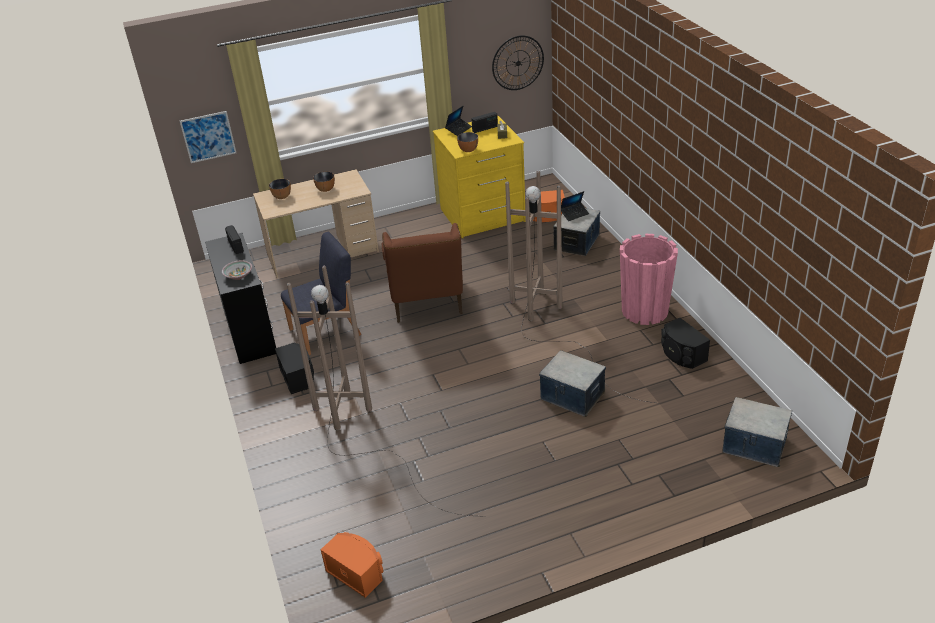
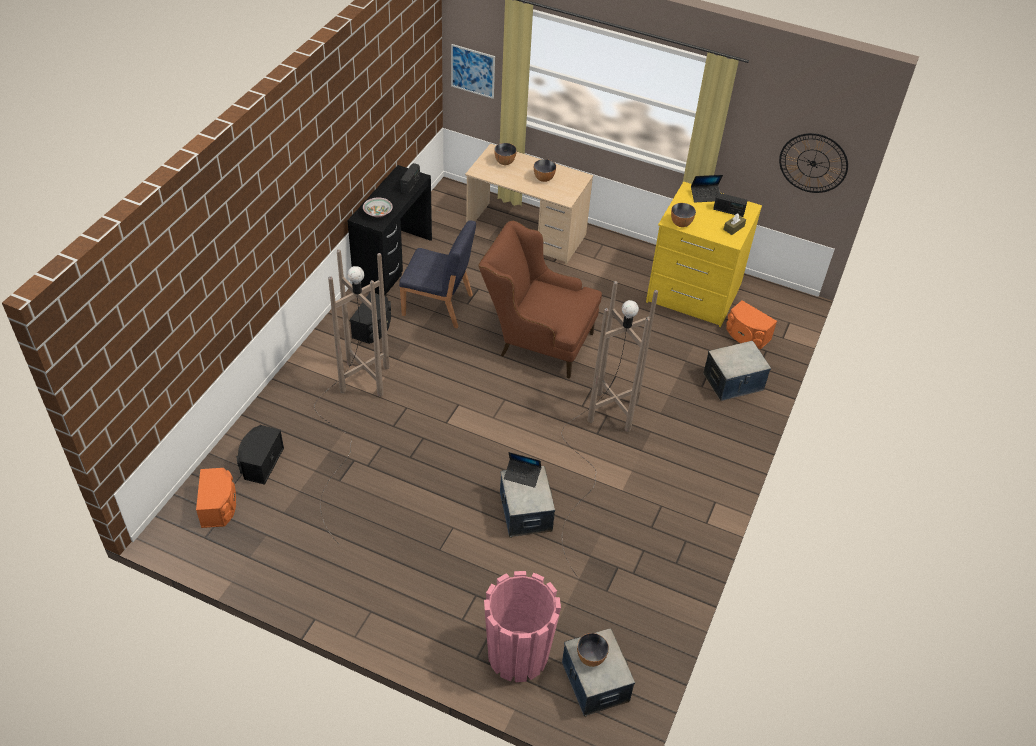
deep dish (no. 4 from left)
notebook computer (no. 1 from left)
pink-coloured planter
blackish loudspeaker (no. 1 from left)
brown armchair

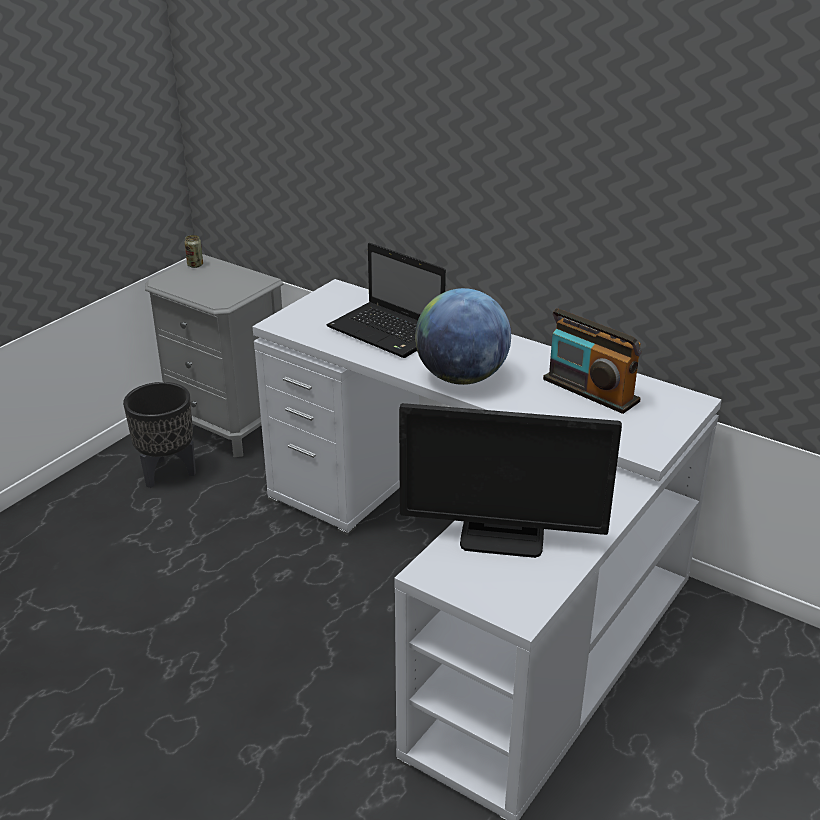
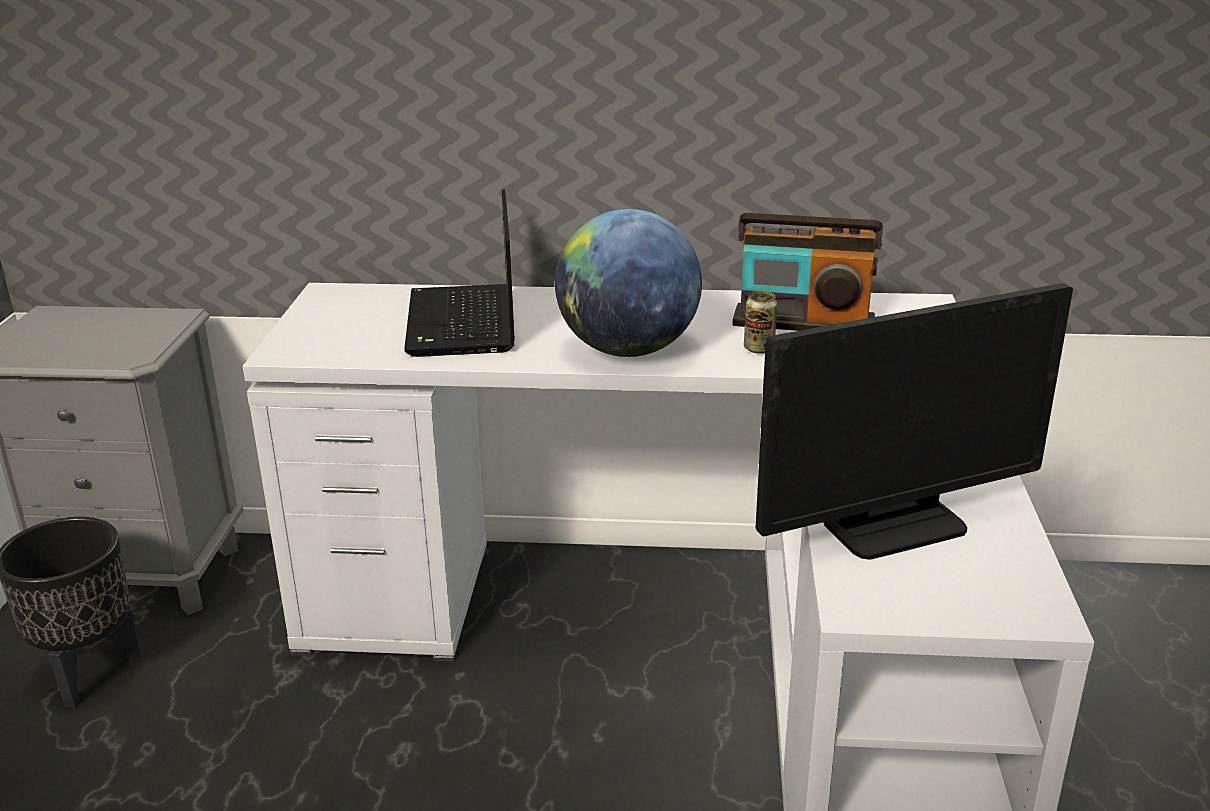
sealed can
notebook computer

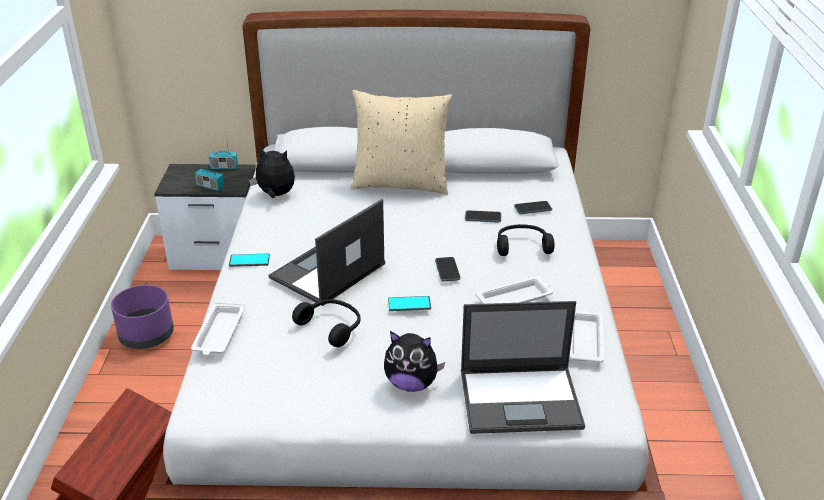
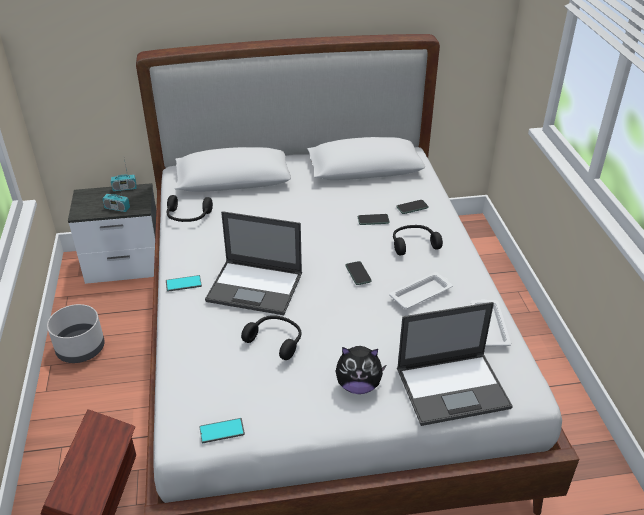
whitish carrying tray (no. 1 from left in the first image)
sand-coloured pillow
telephone (no. 2 from left)
blackish headset (no. 1 from left)
gray planter
notebook computer (no. 1 from left)

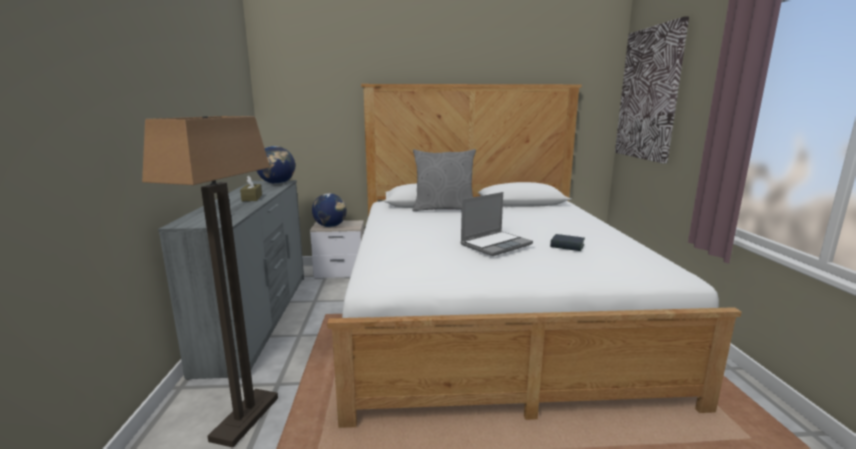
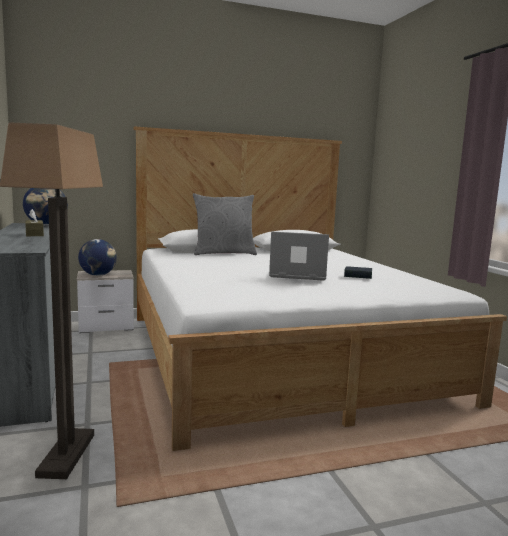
wall art
notebook computer

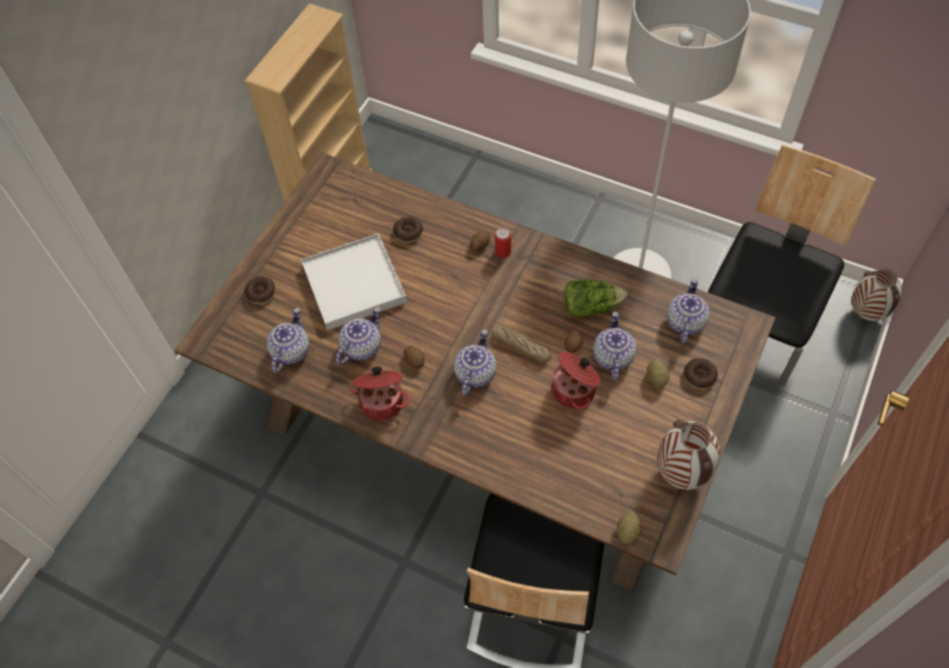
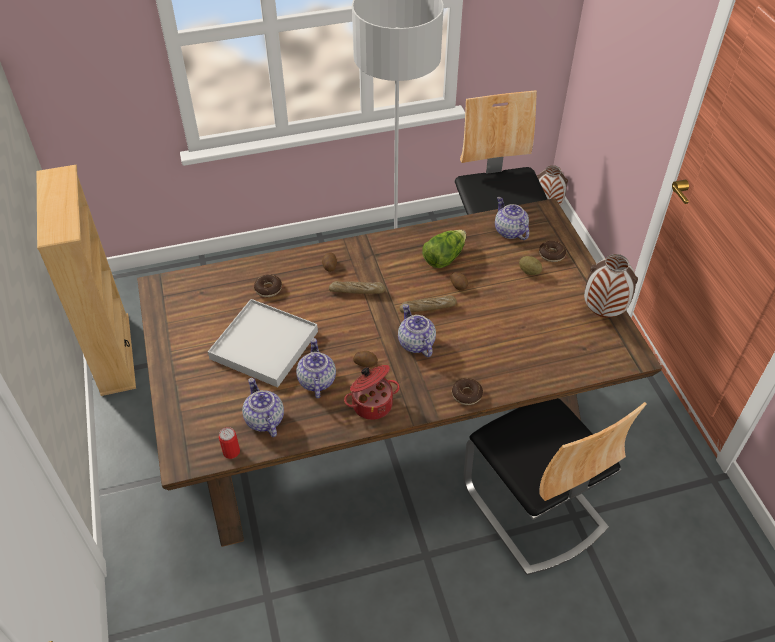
stockpot (no. 2 from left in the first image)
pot for tea (no. 4 from left in the first image)
whole potato (no. 4 from left in the first image)
baked bread (no. 1 from left)
donut (no. 2 from left)
sealed can

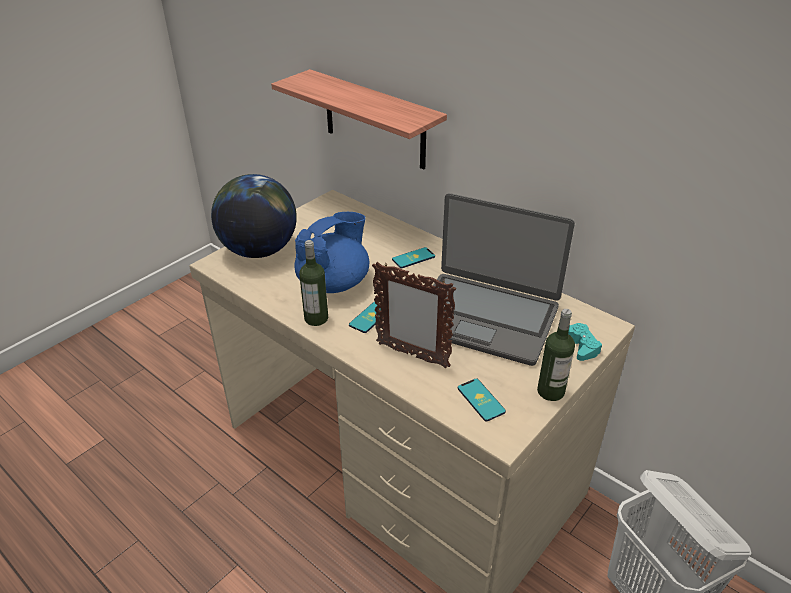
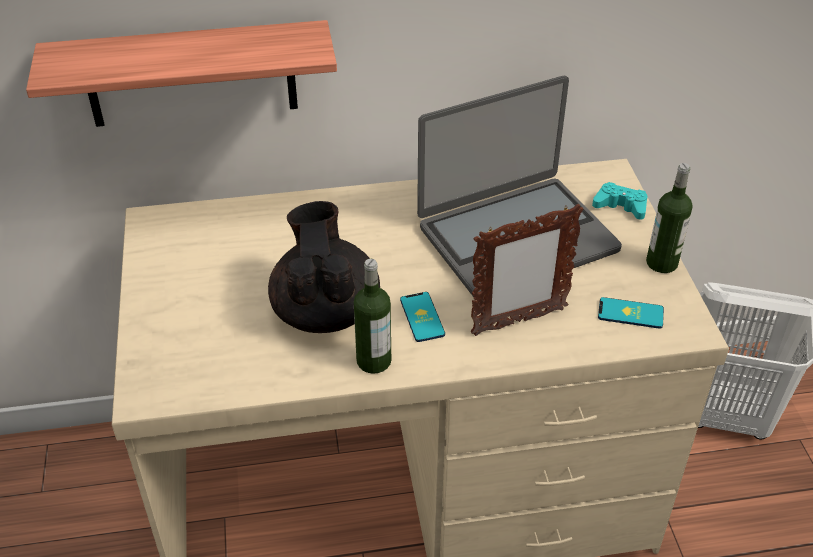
globe
telephone (no. 2 from left in the first image)
blackish pot for tea

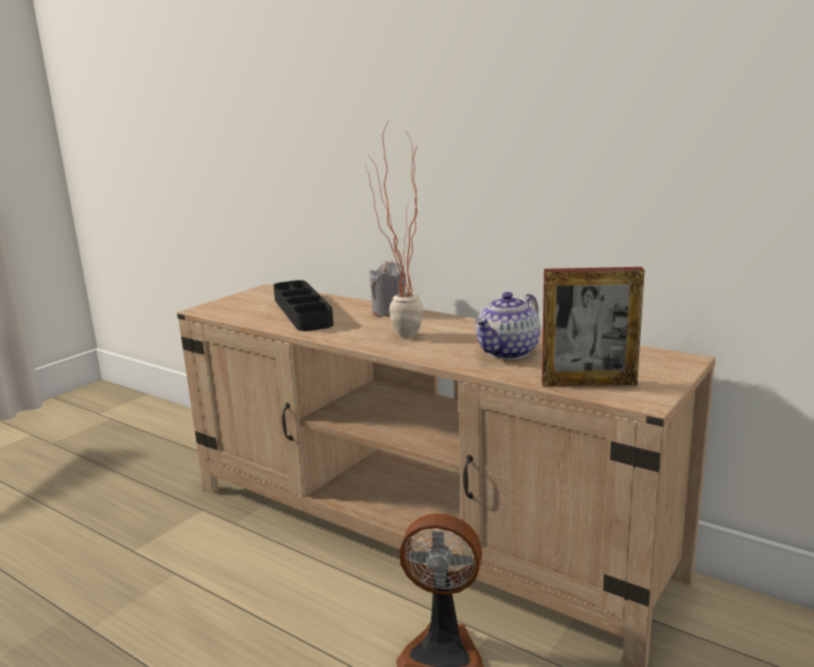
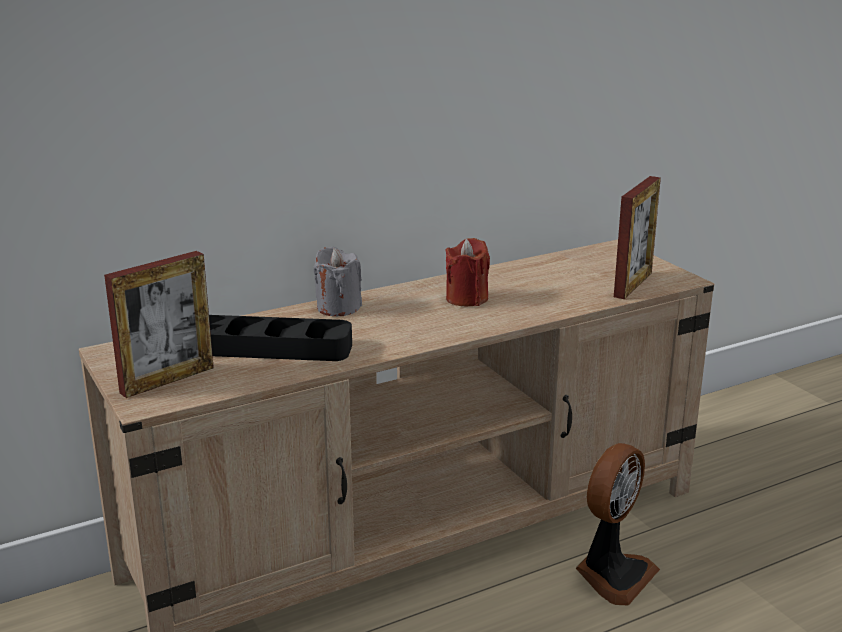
potted plant
pot for tea
photo frame (no. 1 from left)
reddish wax light

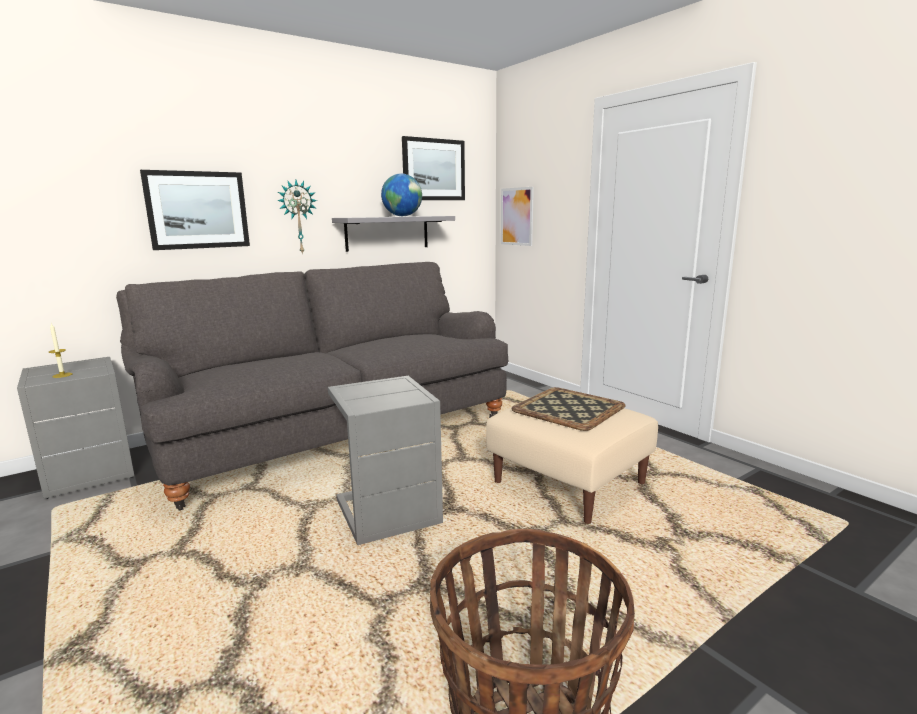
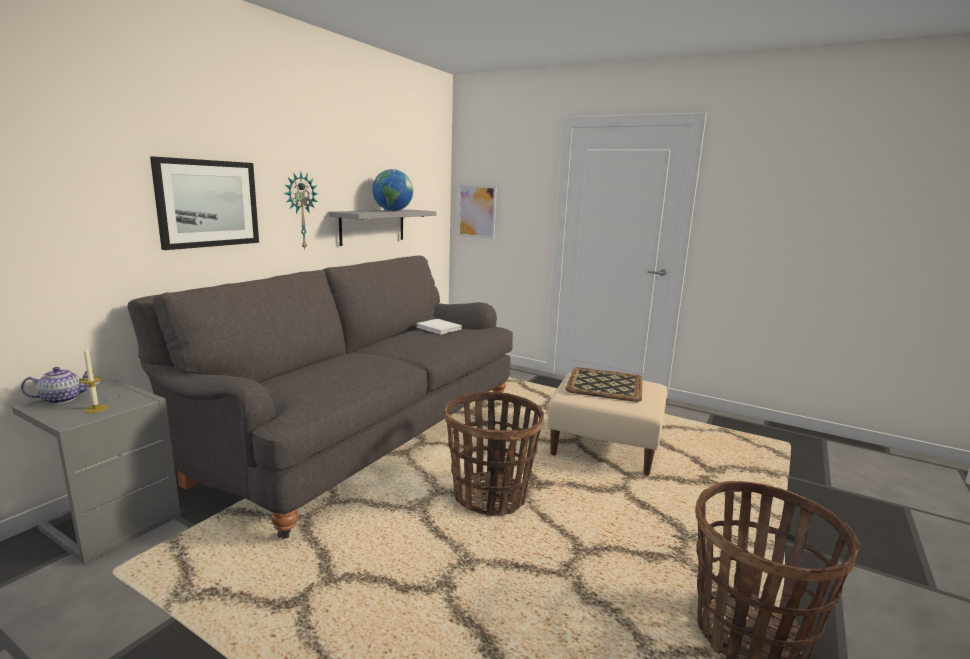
wall art (no. 2 from left in the first image)
pot for tea
whitish bound book
storage basket (no. 1 from left)

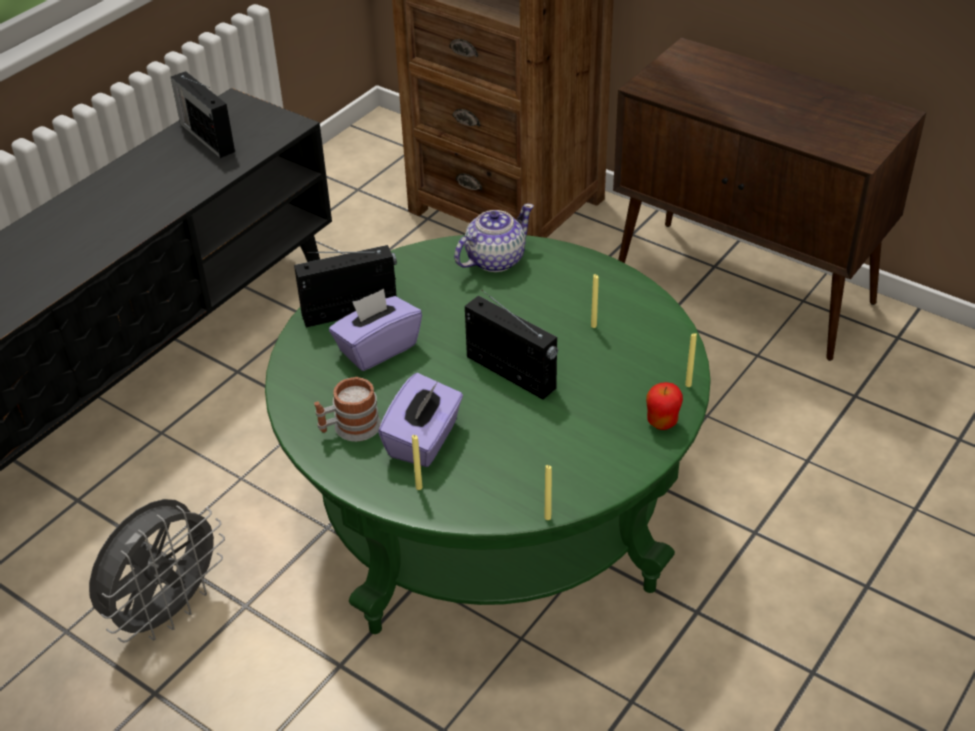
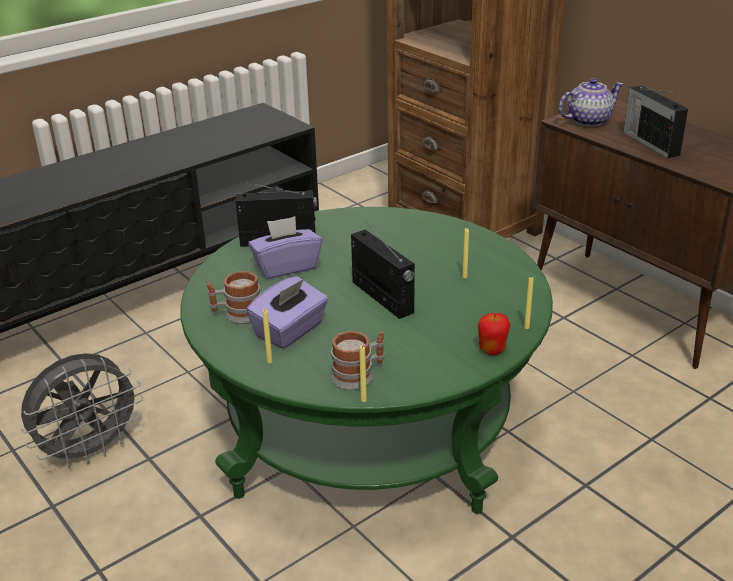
tea mug (no. 2 from left)
radio set (no. 3 from left)
pot for tea

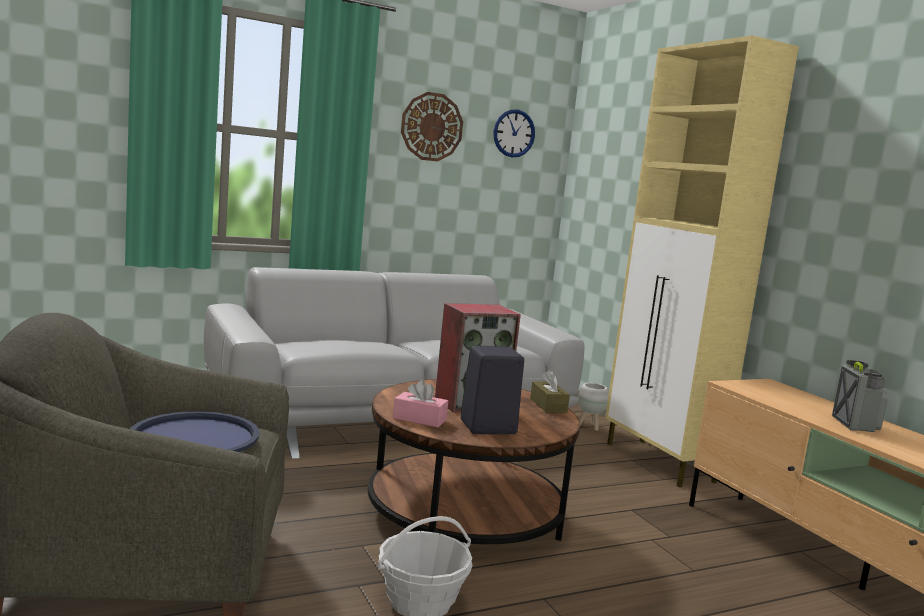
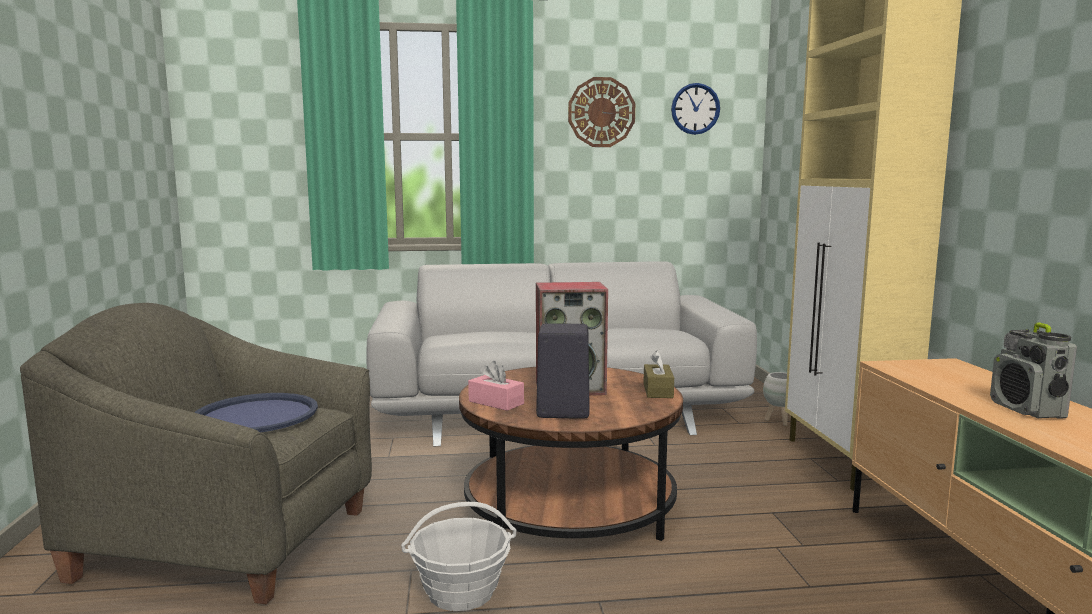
radio set

